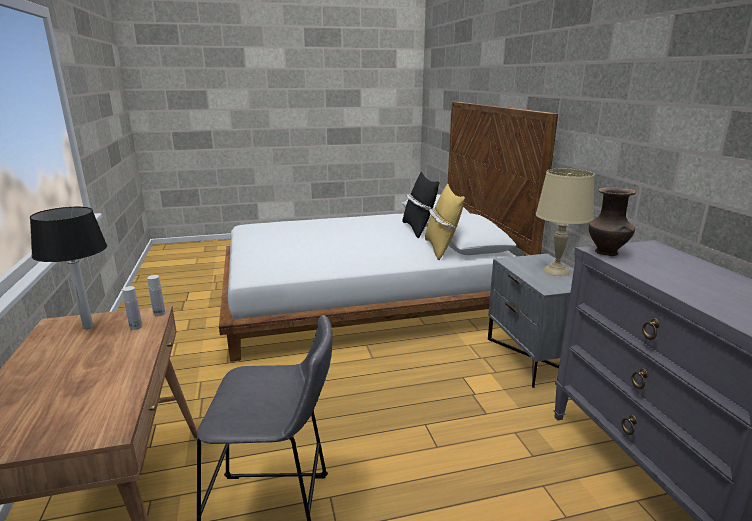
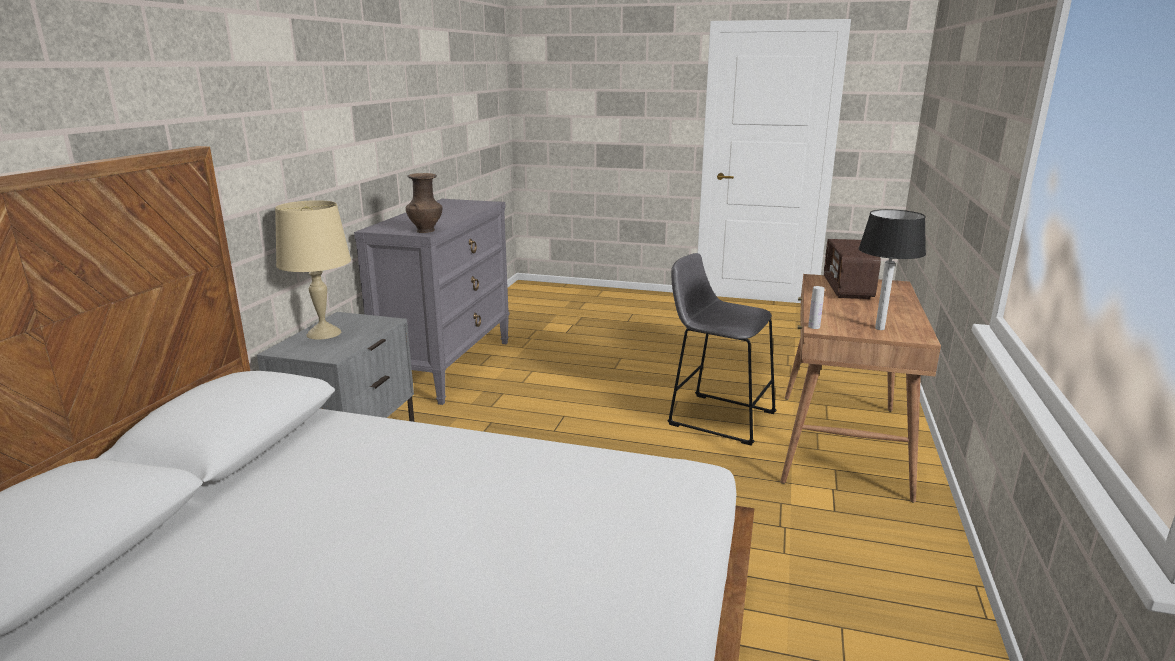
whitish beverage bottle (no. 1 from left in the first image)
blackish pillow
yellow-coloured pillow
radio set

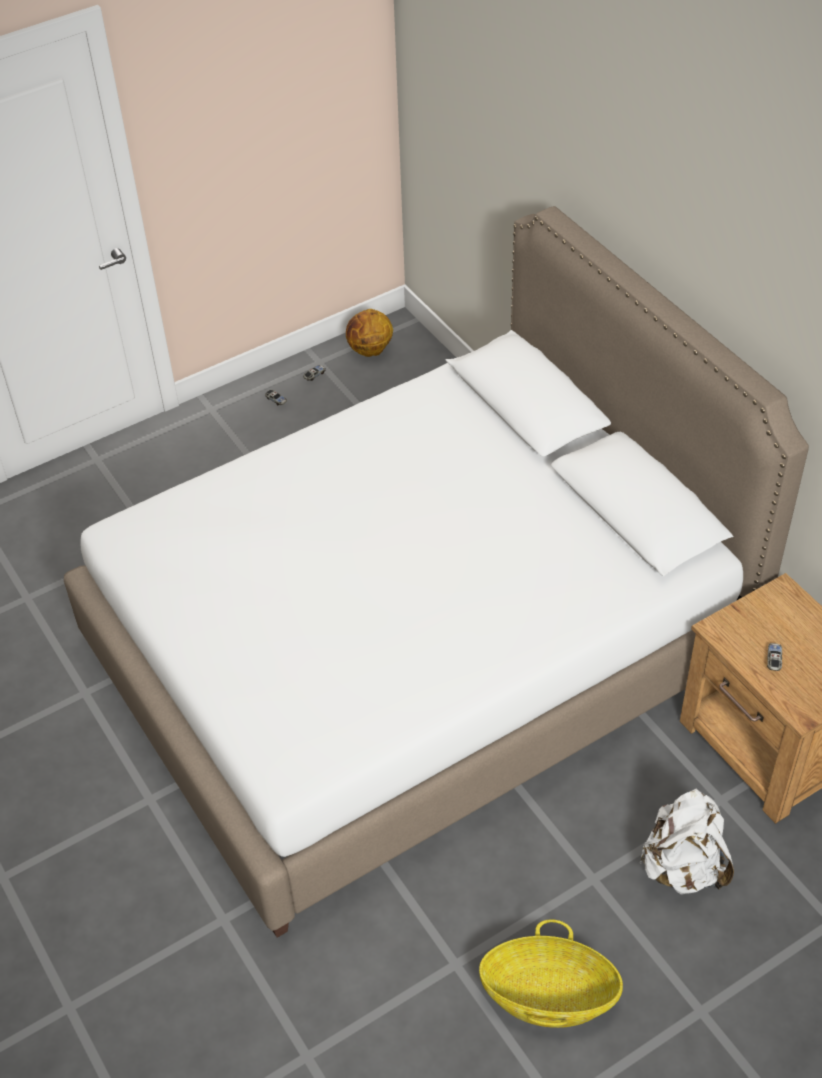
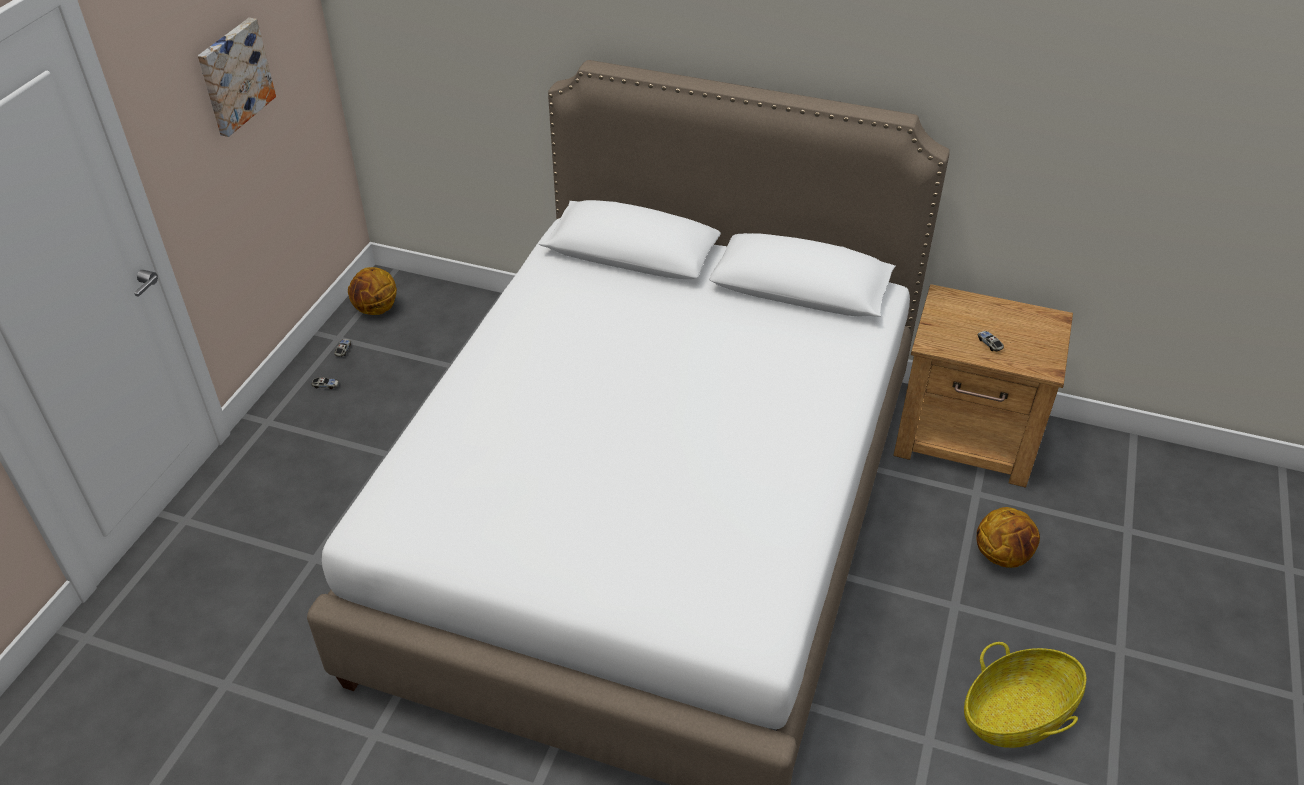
wall art
basketball ball (no. 2 from left)

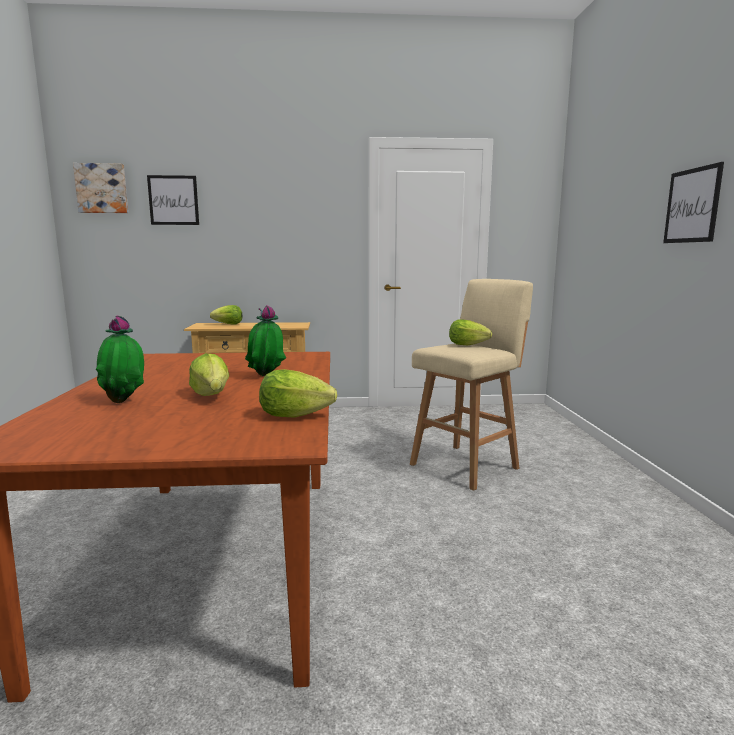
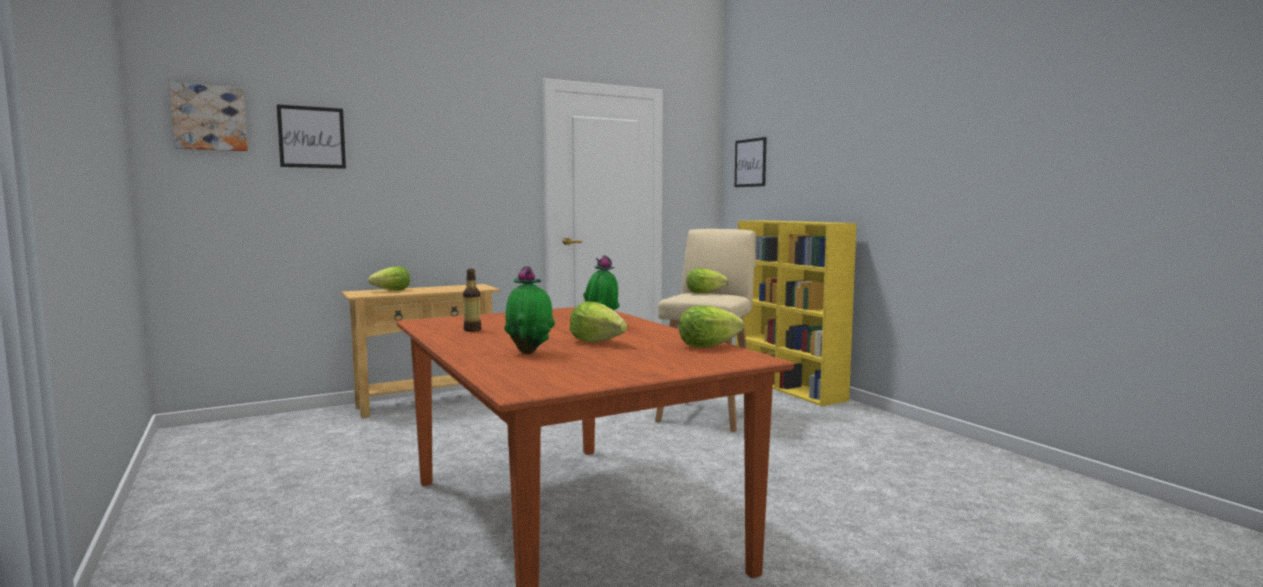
beverage bottle
yellow-coloured bookcase
wall art (no. 3 from left)

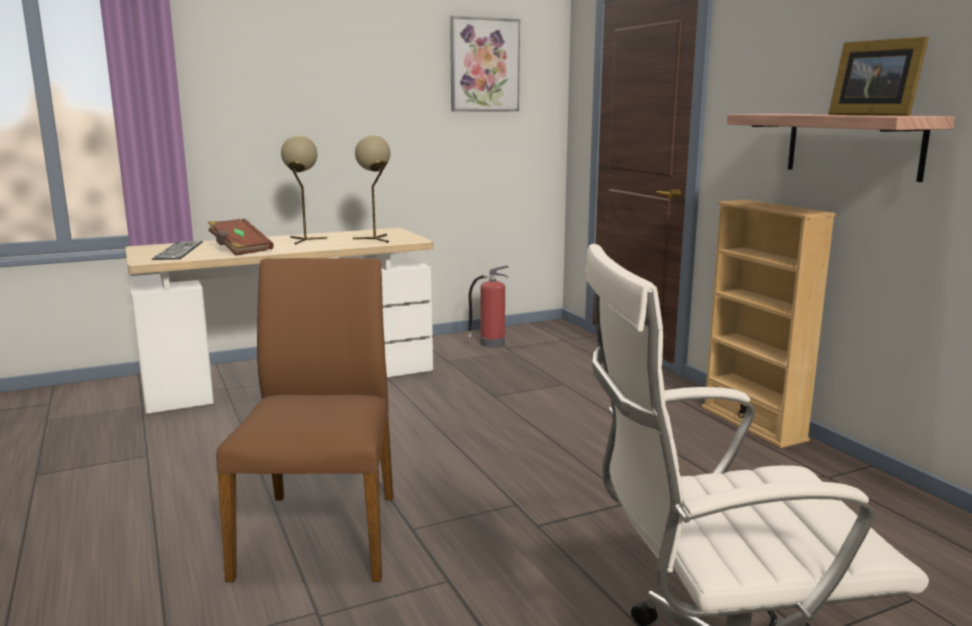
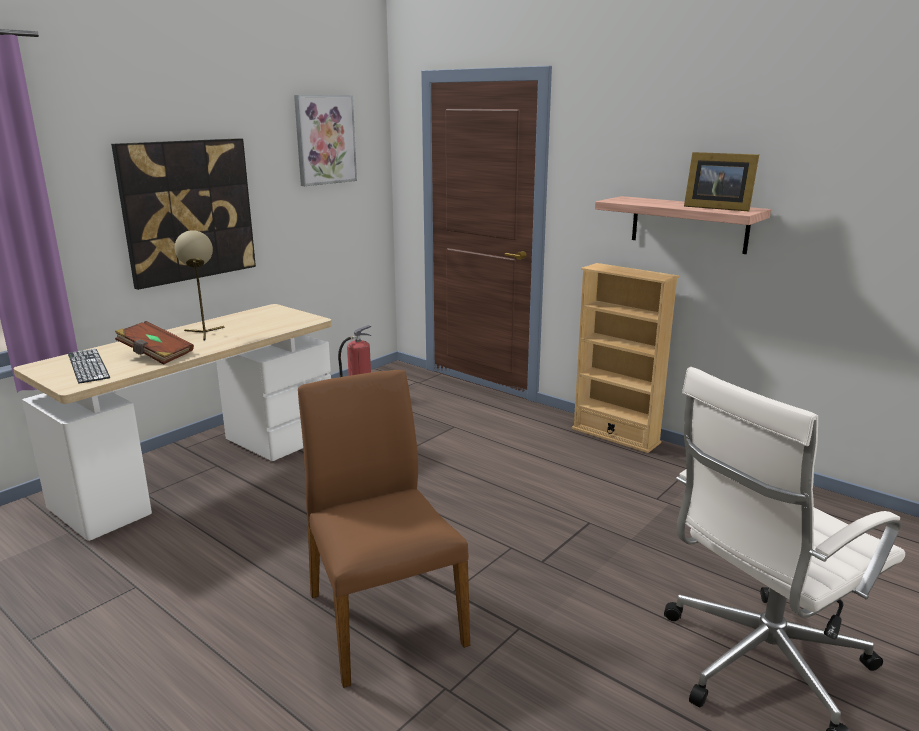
sand-coloured lamp for a table (no. 2 from left in the first image)
wall art (no. 1 from left)

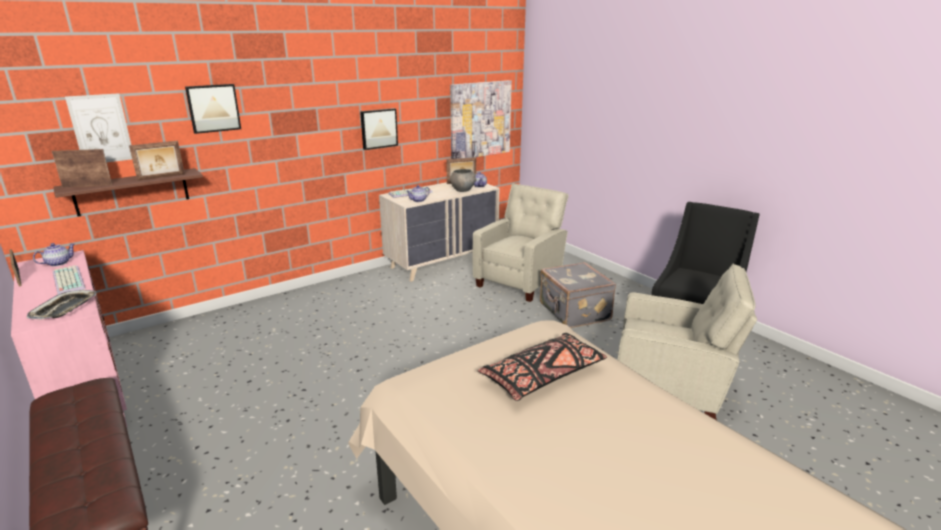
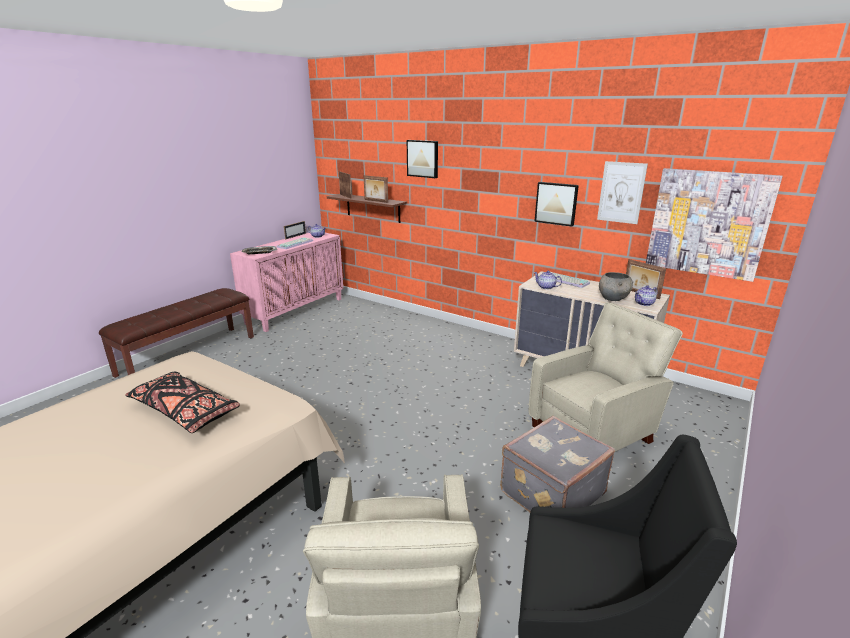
wall art (no. 3 from left)
sand-coloured armchair (no. 2 from left)

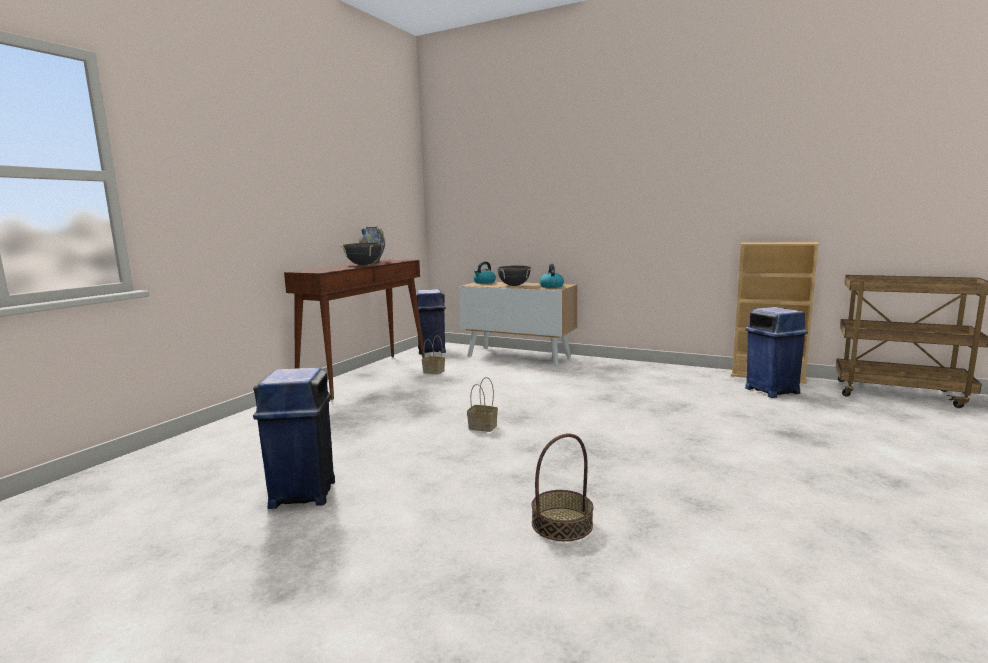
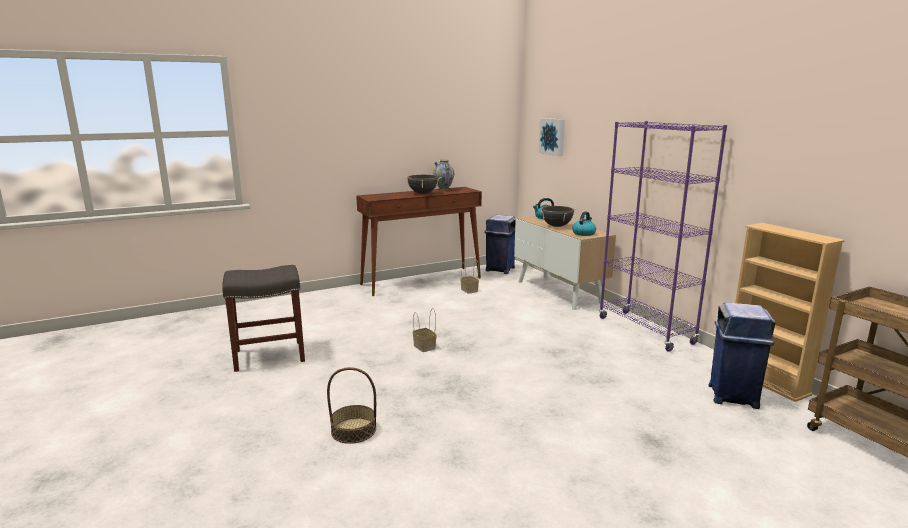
wall art
purplish bookcase
gray stool seat

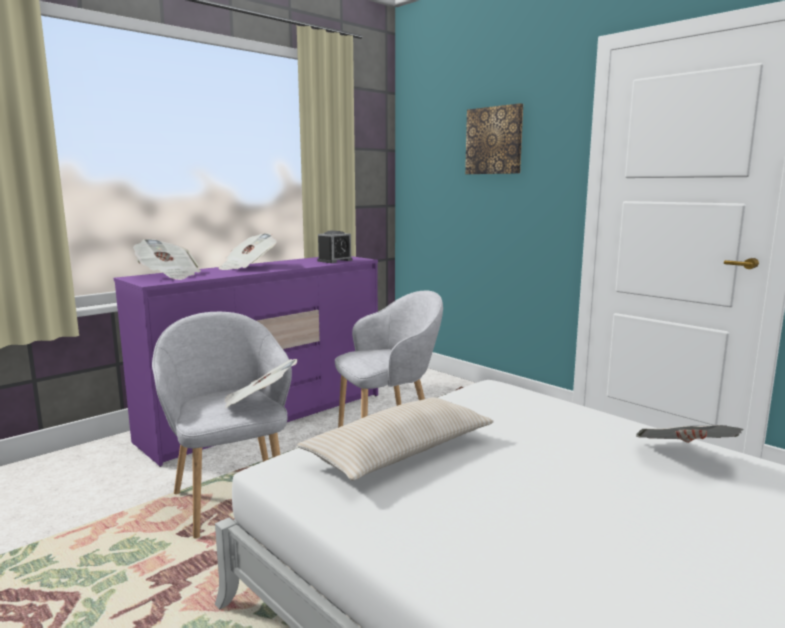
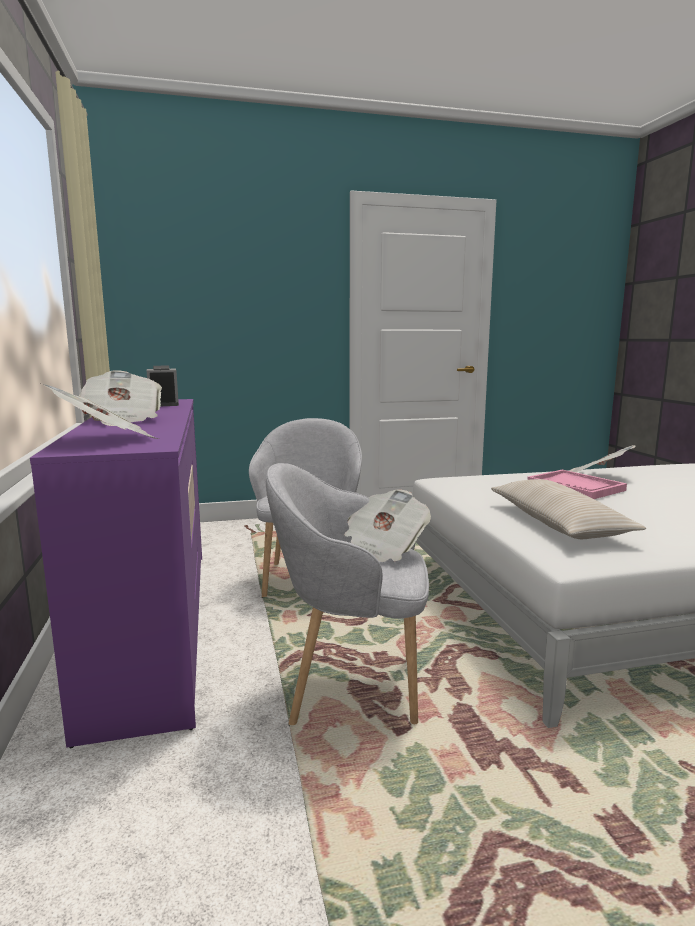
wall art
pink-coloured carrying tray

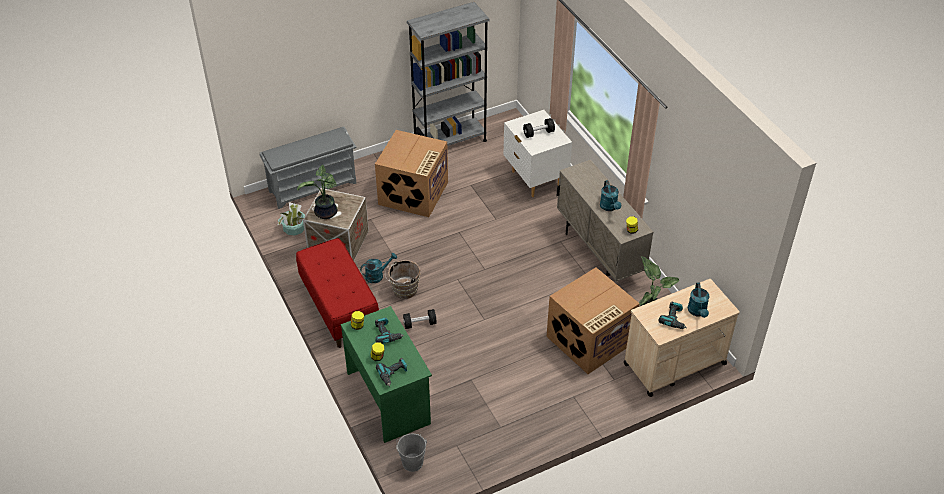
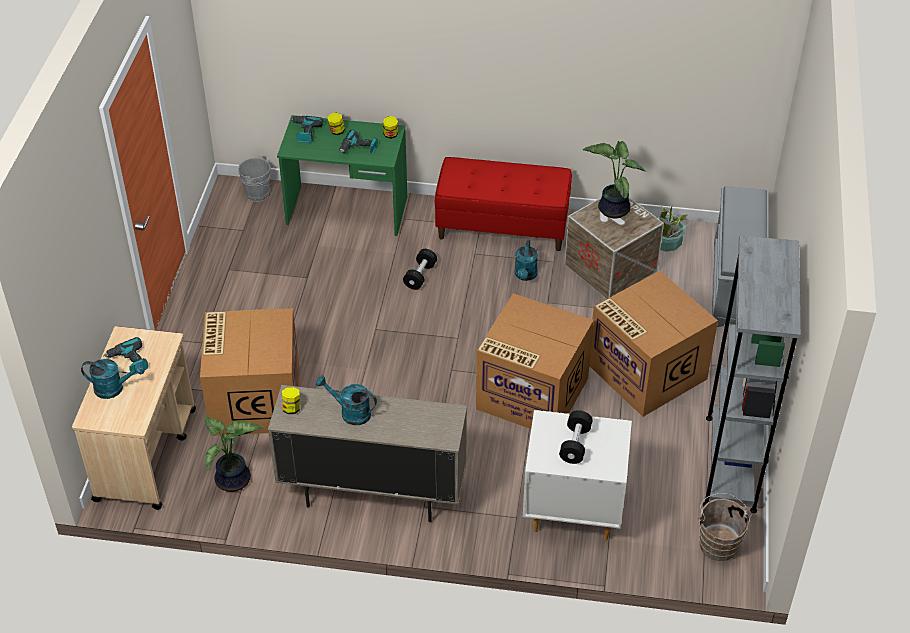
cardboard box (no. 2 from left)
brown pail
turquoise-coloured sprinkling can (no. 1 from left)

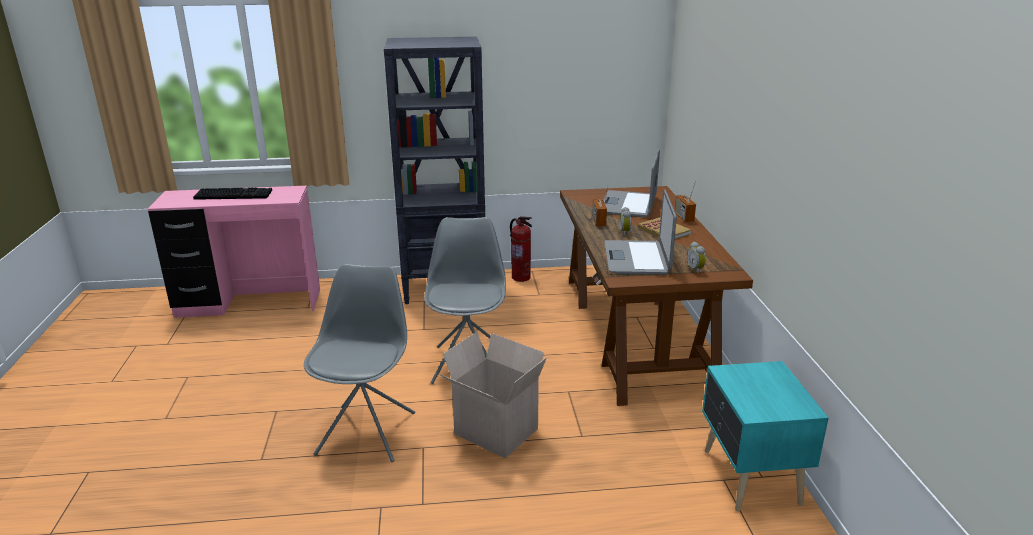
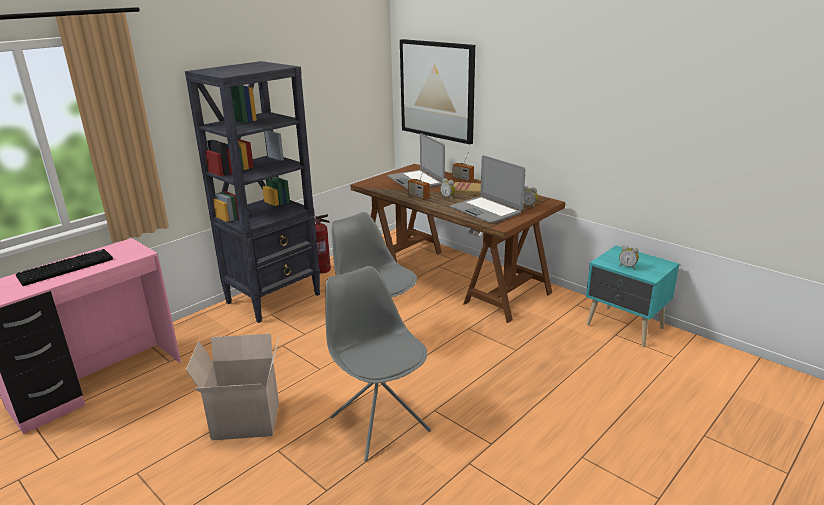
wall art
table clock (no. 3 from left)
cardboard box

